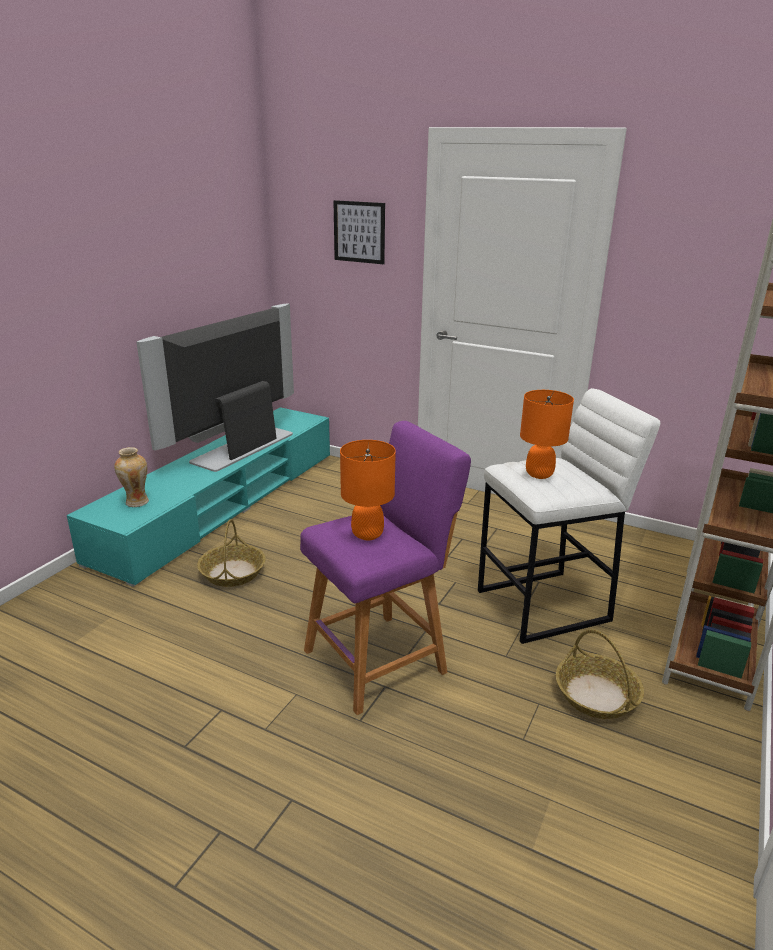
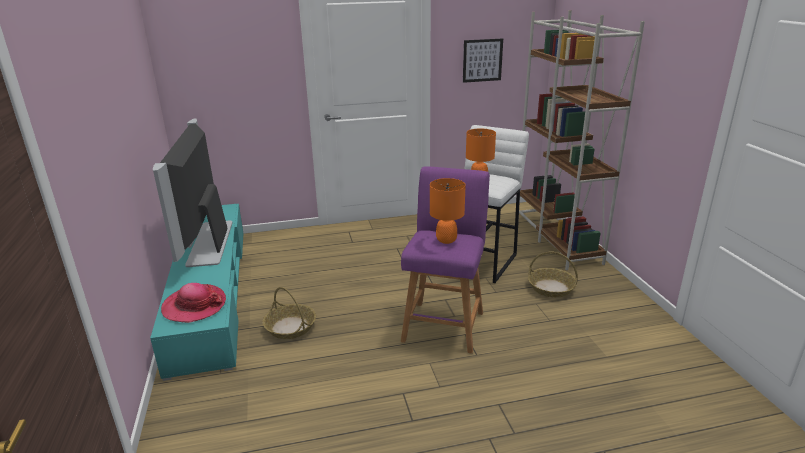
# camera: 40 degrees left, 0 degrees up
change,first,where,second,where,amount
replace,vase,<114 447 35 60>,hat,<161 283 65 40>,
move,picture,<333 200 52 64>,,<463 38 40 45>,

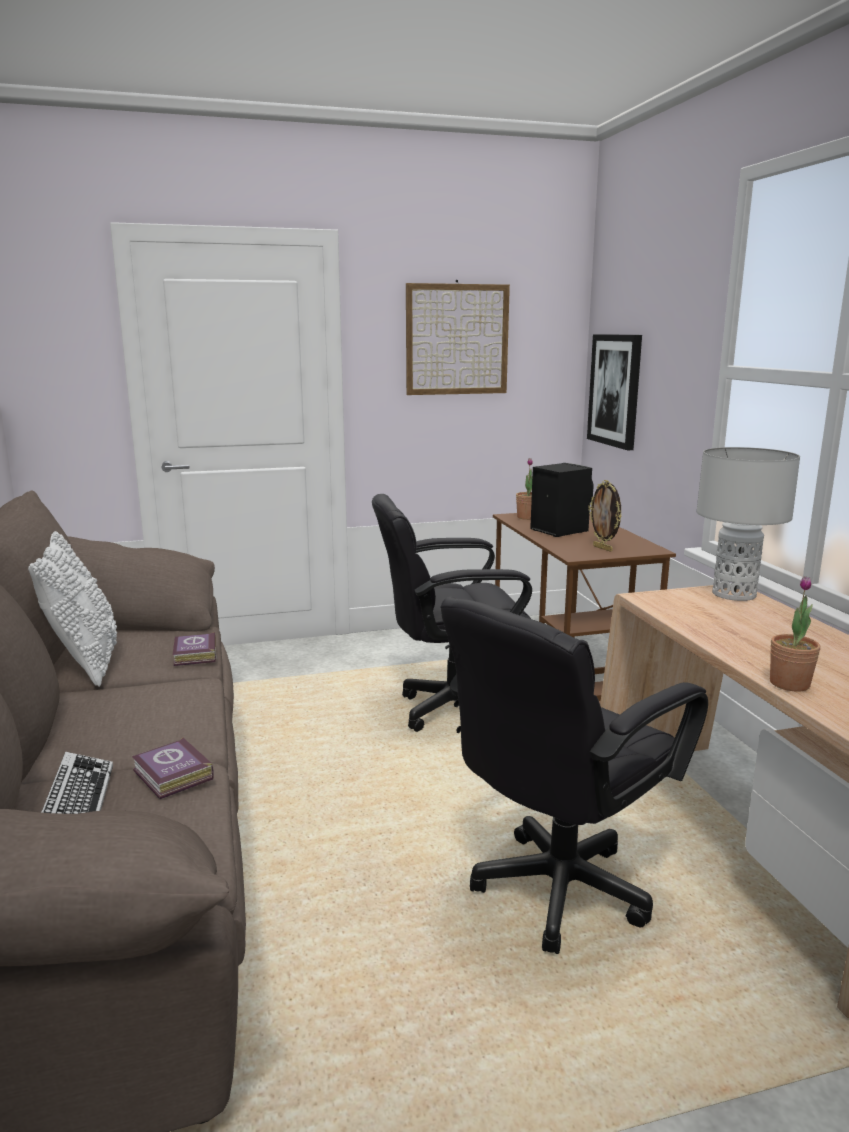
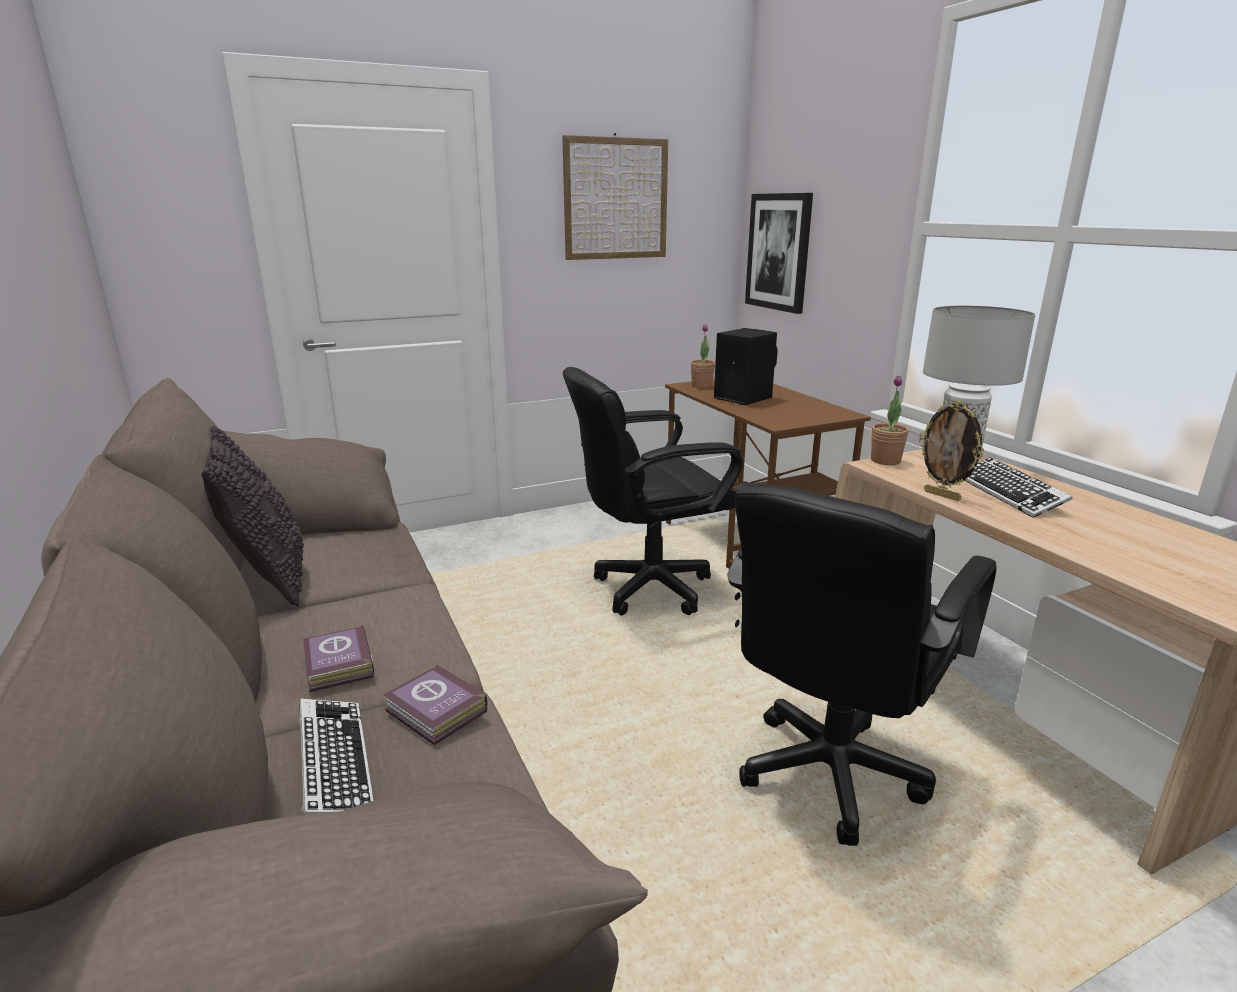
# camera: 10 degrees left, 5 degrees up
change,first,where,second,where,amount
recolor,white pillow,<28 531 89 156>,black pillow,<201 426 103 180>,
move,book,<173 632 43 34>,,<303 624 71 68>,
move,potted plant,<770 576 50 116>,,<871 376 37 89>,
move,picture frame,<588 480 34 72>,,<919 400 65 101>,
insert,,,keyboard,<964 457 109 61>,

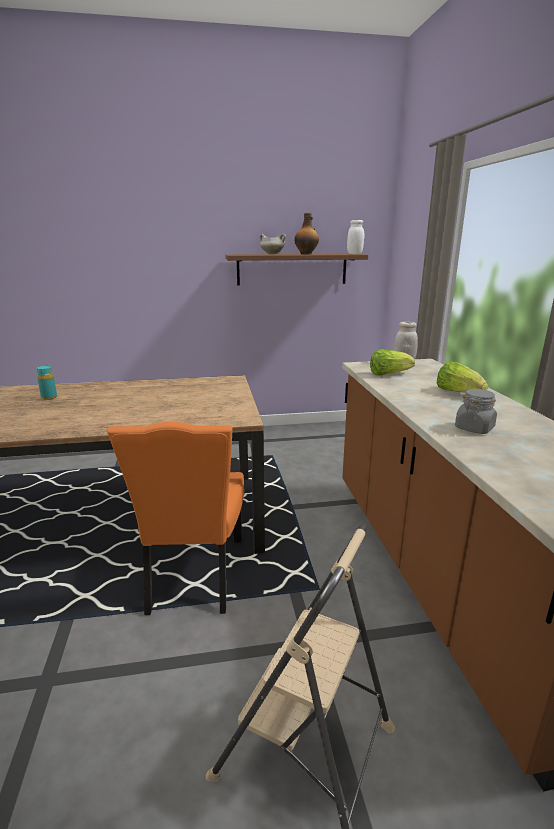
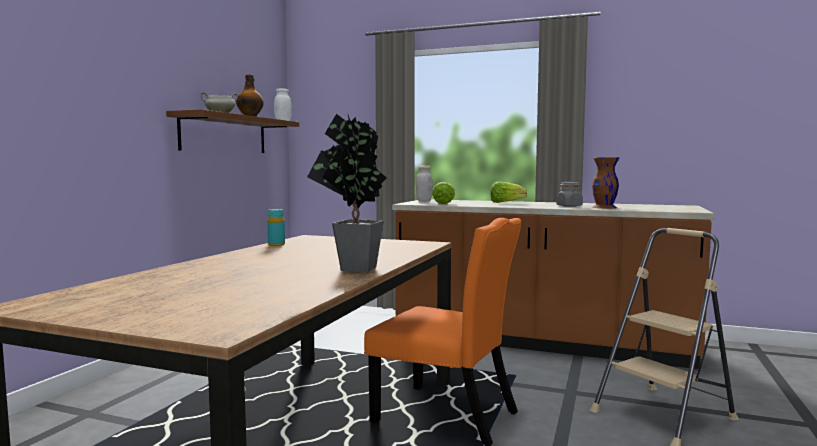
# camera: 60 degrees left, 15 degrees down
change,first,where,second,where,amount
move,turquoise bottle,<37 366 20 34>,,<268 209 17 37>,
insert,,,potted plant,<307 114 79 158>,
insert,,,brown vase,<592 157 27 52>,

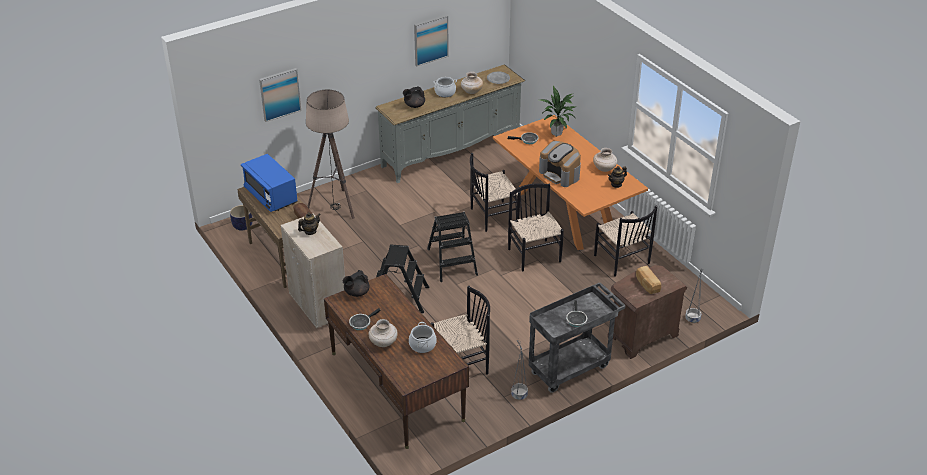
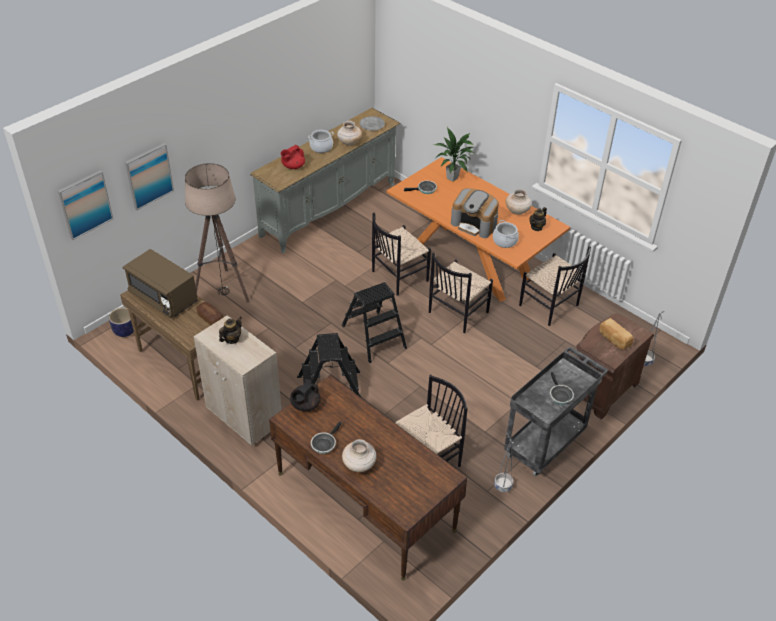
# camera: 15 degrees left, 5 degrees up
change,first,where,second,where,amount
move,picture,<414 15 35 51>,,<58 170 55 70>,
recolor,blue microwave,<241 154 57 58>,brown microwave,<123 249 75 70>,
recolor,black teapot,<403 86 22 22>,red teapot,<281 145 24 24>,
rotate,black chair,<508 183 56 88>,,<429 253 64 80>,105 degrees counterclockwise
move,cooking pot,<409 322 28 31>,,<493 220 26 28>,

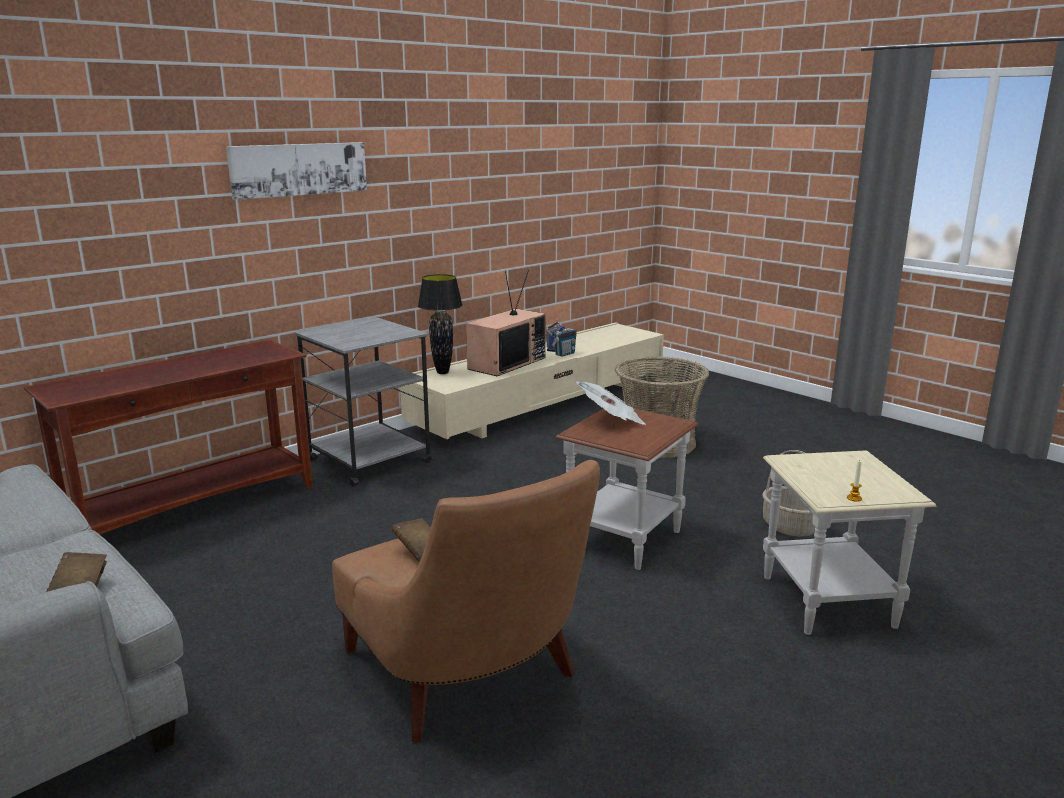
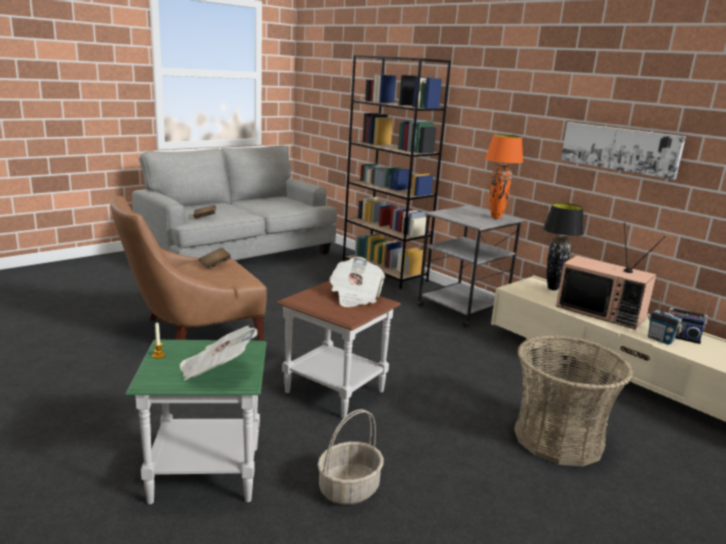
# camera: 90 degrees right, 0 degrees up
change,first,where,second,where,amount
recolor,beige side table,<763 450 173 185>,green side table,<125 340 142 164>,
insert,,,newspaper,<180 326 78 55>,
replace,brown console table,<24 340 289 194>,beige bookcase,<343 55 108 234>,
insert,,,orange table lamp,<485 134 38 85>,
move,picture,<226 142 141 58>,,<561 122 125 58>,

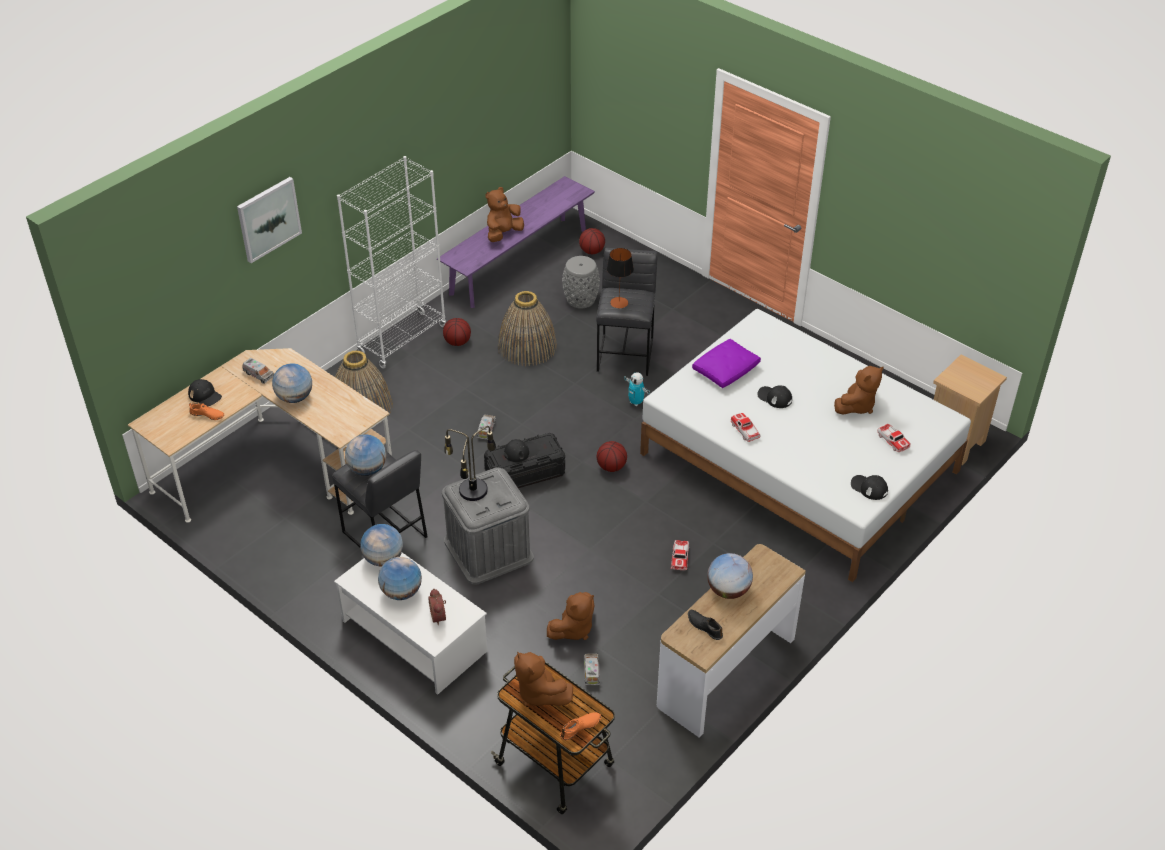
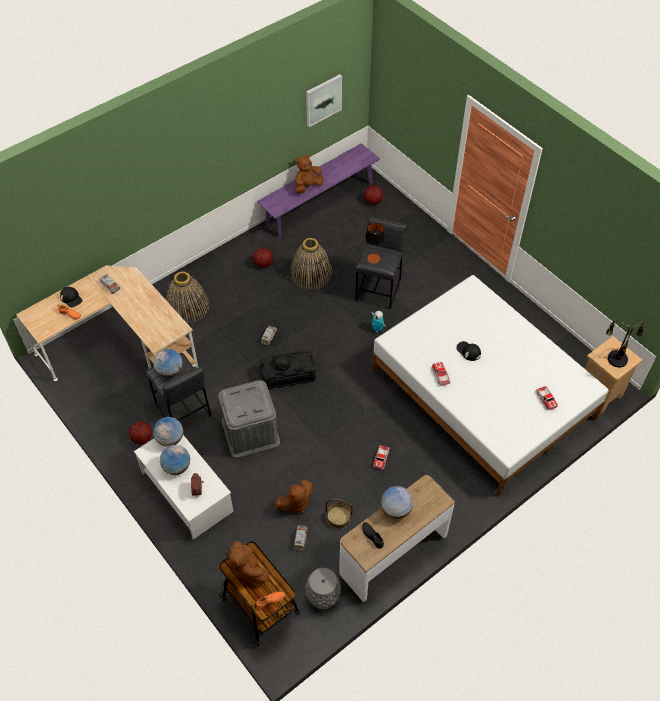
# camera: 10 degrees right, 10 degrees up
change,first,where,second,where,amount
move,basketball,<597 441 30 31>,,<129 422 23 22>,
move,picture,<237 177 65 86>,,<306 74 36 53>,
move,grey stool,<562 256 38 52>,,<306 568 35 41>,
insert,,,basket,<325 499 28 30>,
move,table lamp,<444 426 52 75>,,<606 320 39 47>,
delete,globe,<272 363 40 40>,,,
delete,white bookcase,<337 156 109 212>,,,
delete,purple pillow,<692 339 69 49>,,,
delete,brown plush toy,<834 366 50 49>,,,
delete,black cap,<851 475 37 25>,,,

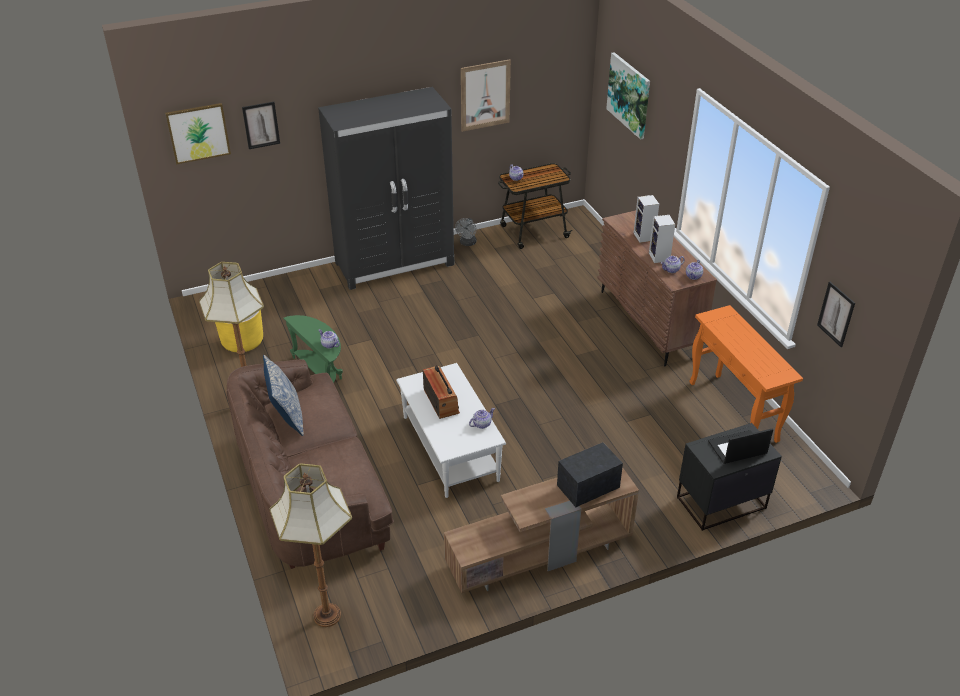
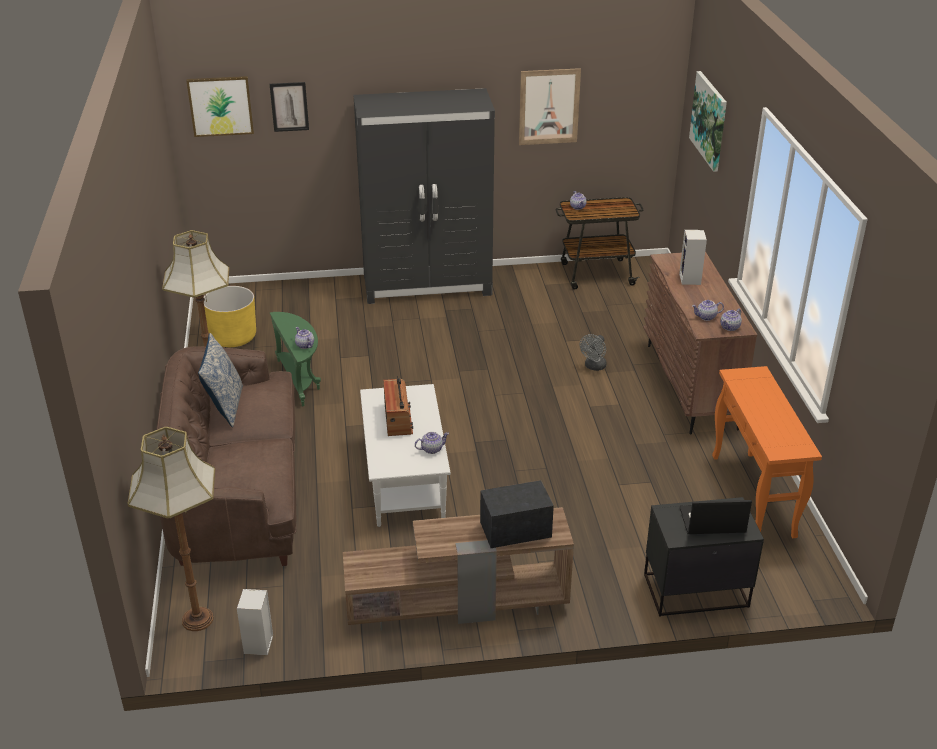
# camera: 15 degrees right, 5 degrees down
change,first,where,second,where,amount
move,speaker,<649 215 26 48>,,<237 589 36 66>,
move,grey fan,<455 218 22 28>,,<580 334 27 37>,
delete,picture,<817 282 38 65>,,,

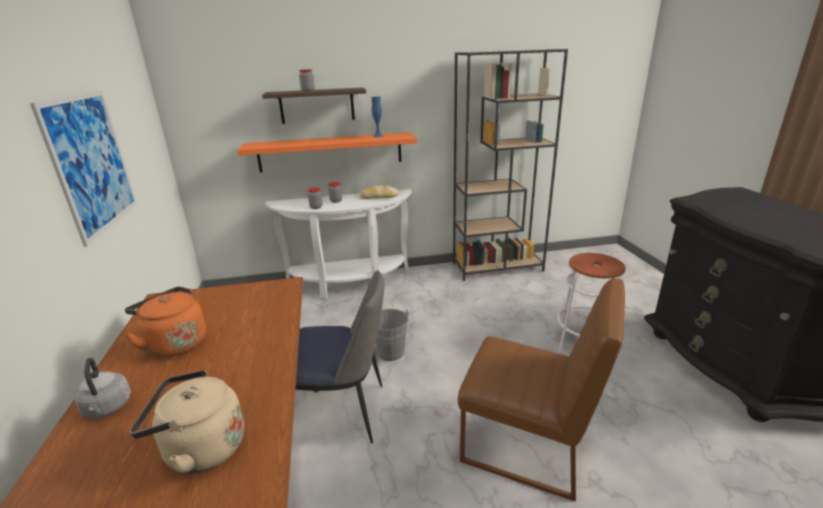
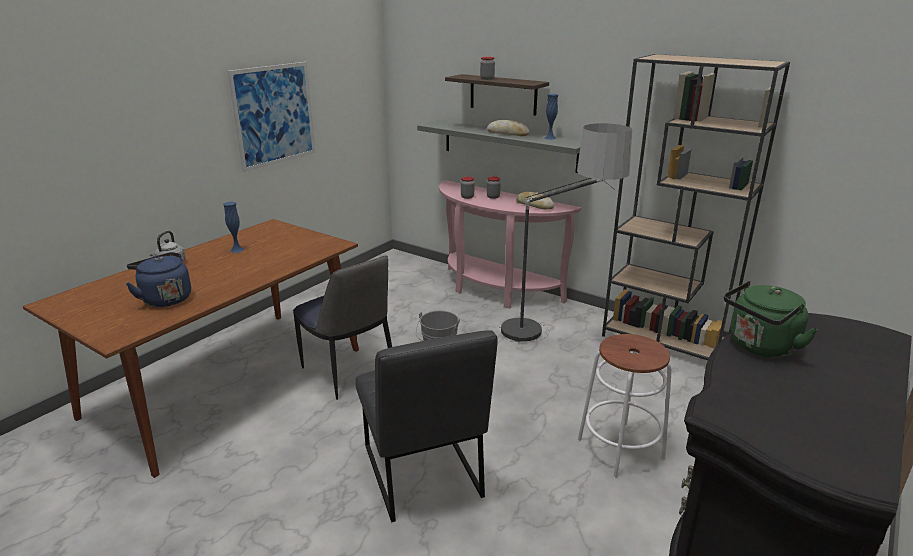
# camera: 45 degrees right, 0 degrees up
change,first,where,second,where,amount
recolor,beige kettle,<130 370 114 104>,blue kettle,<126 252 65 55>,
replace,orange kettle,<125 287 81 70>,blue vase,<223 202 21 51>,
recolor,brown chair,<458 278 167 223>,grey chair,<355 330 143 192>,
recolor,orange shelf,<237 132 180 40>,grey shelf,<417 120 164 53>,
recolor,white console table,<265 189 147 110>,pink console table,<439 180 142 128>,
insert,,,bread,<487 120 42 16>,
insert,,,floor lamp,<499 123 133 219>,
insert,,,green kettle,<724 281 94 77>,

